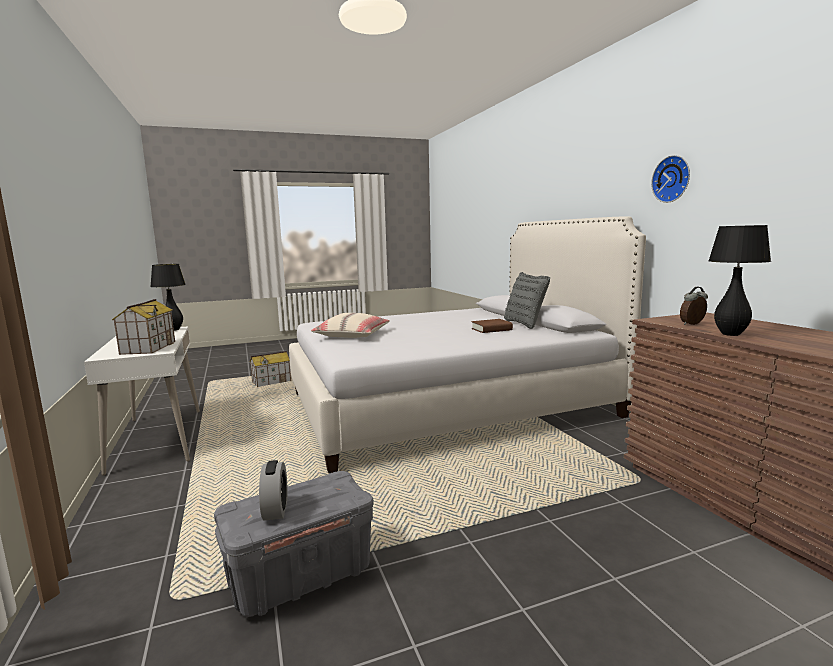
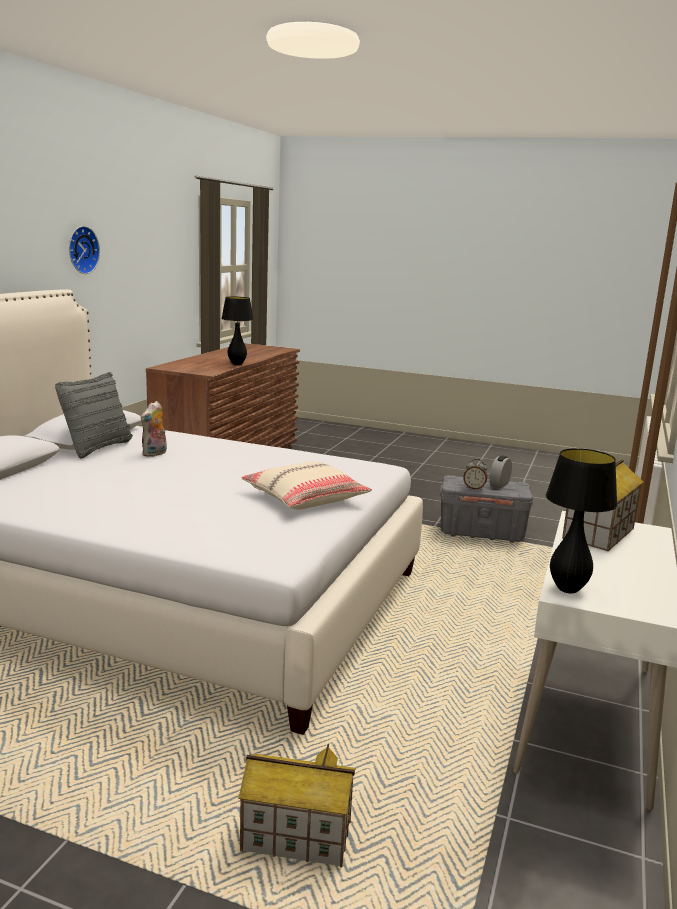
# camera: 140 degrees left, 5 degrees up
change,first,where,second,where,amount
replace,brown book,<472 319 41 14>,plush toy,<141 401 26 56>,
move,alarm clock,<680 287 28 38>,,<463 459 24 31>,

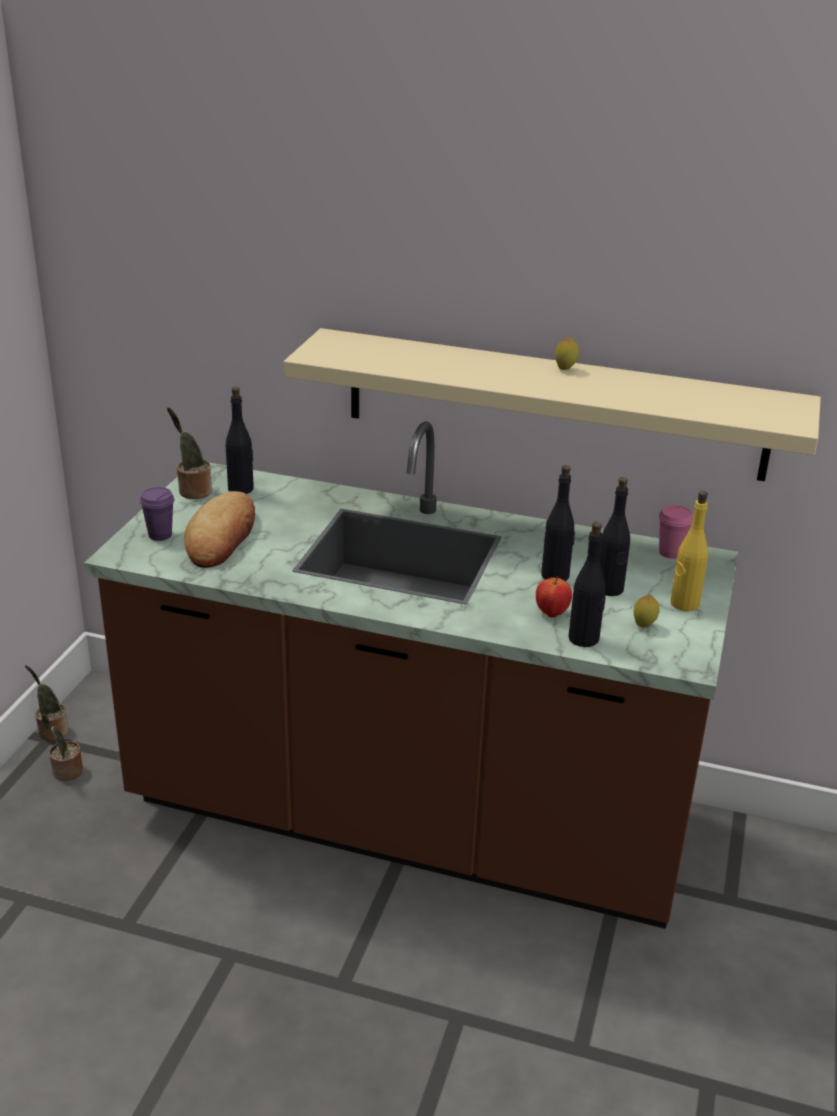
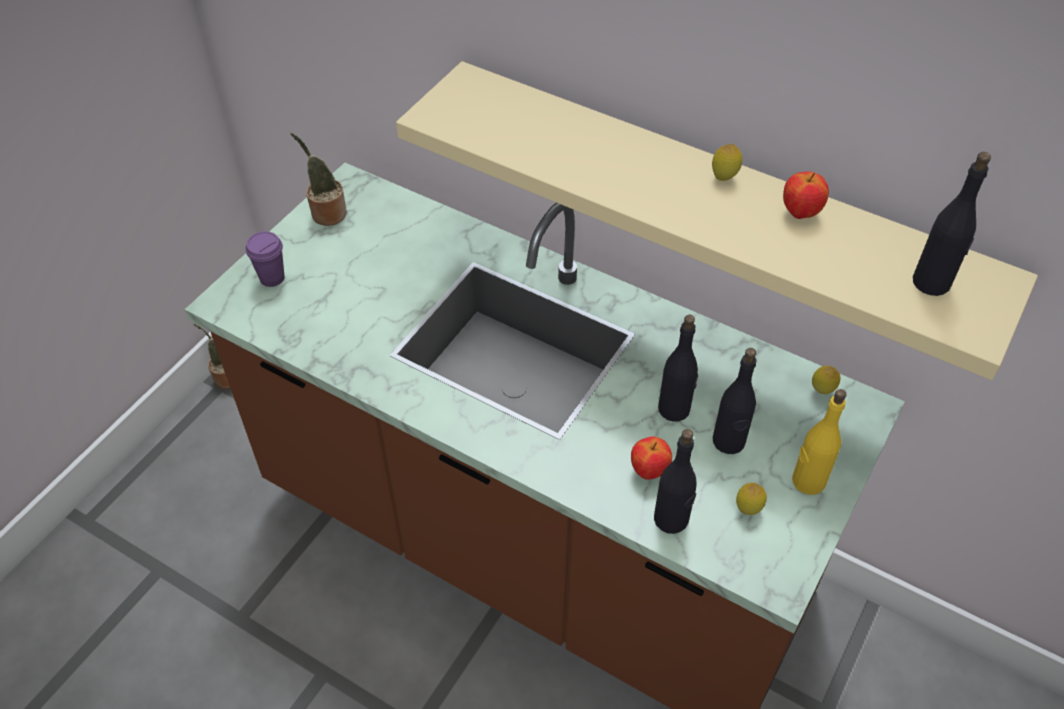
# camera: 15 degrees right, 20 degrees up
change,first,where,second,where,amount
insert,,,apple,<783 171 46 48>,
replace,pink cup,<659 505 34 54>,lemon,<812 365 28 29>,
move,black bottle,<226 387 28 107>,,<913 152 78 144>,
delete,potted plant,<41 714 42 67>,,,
delete,bread,<184 491 71 77>,,,

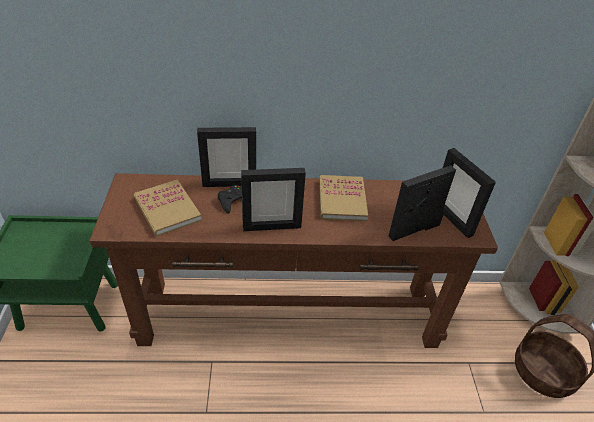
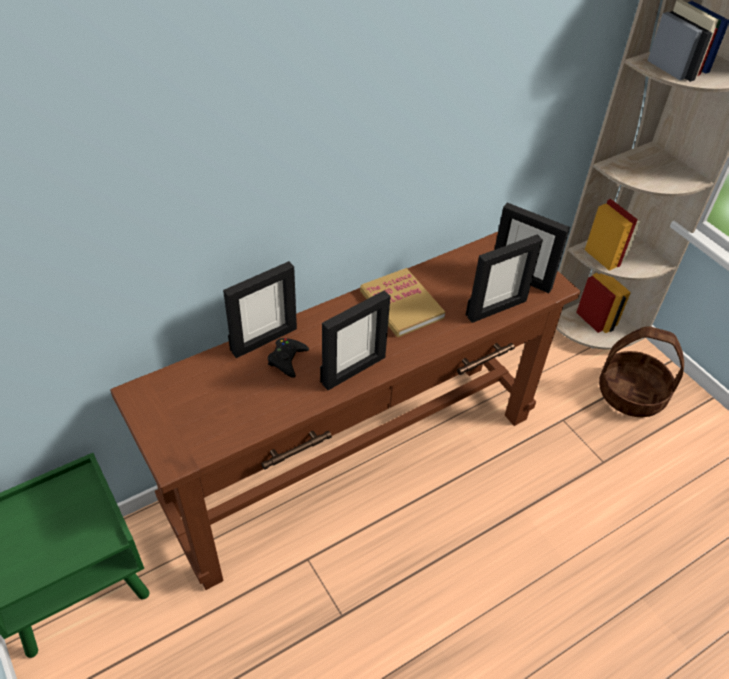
# camera: 30 degrees left, 5 degrees up
change,first,where,second,where,amount
rotate,picture frame,<388 165 68 76>,,<466 235 77 88>,150 degrees counterclockwise
delete,book,<134 179 68 57>,,,

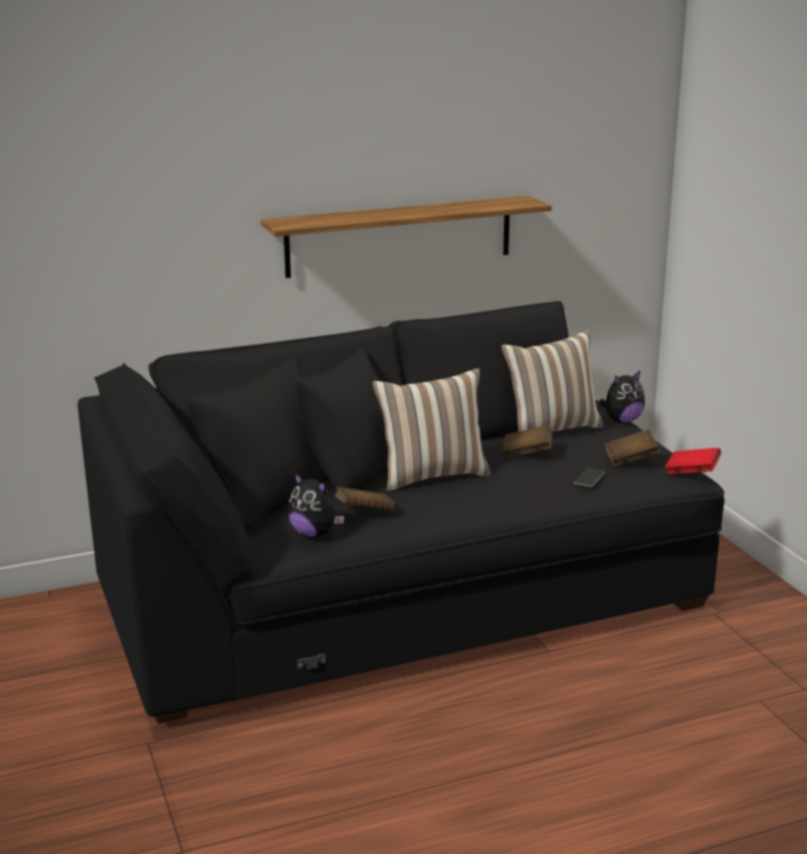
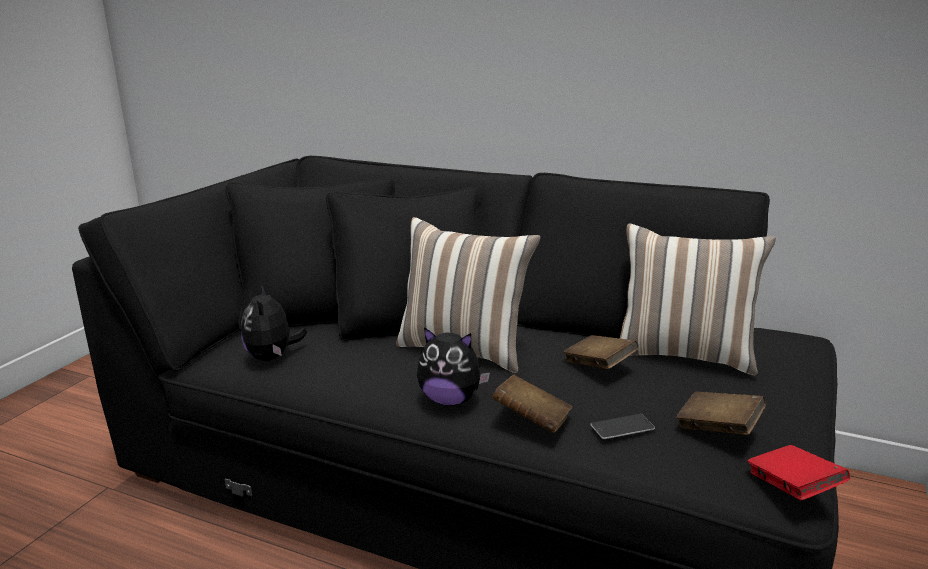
# camera: 45 degrees right, 0 degrees up
change,first,where,second,where,amount
move,plush toy,<599 371 46 52>,,<417 327 73 79>,
move,brown book,<335 487 60 24>,,<492 375 80 58>,
delete,shelf,<261 196 291 82>,,,

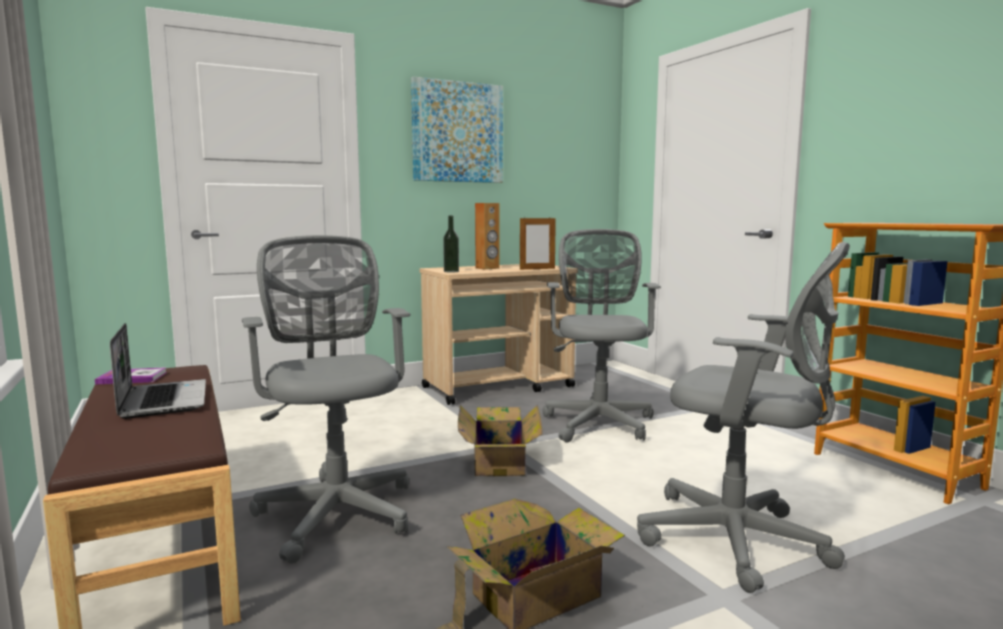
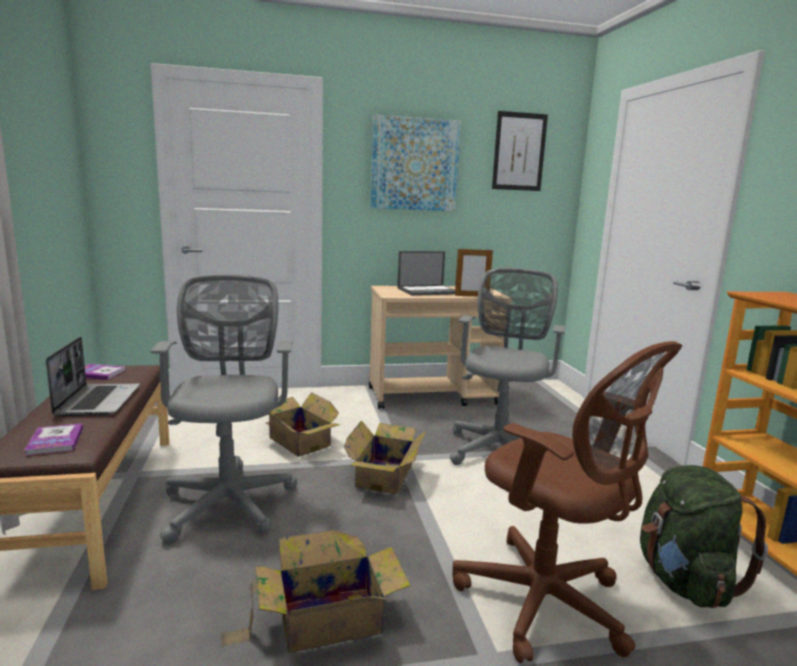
# camera: 15 degrees right, 5 degrees up
change,first,where,second,where,amount
insert,,,book,<25 423 58 33>,
insert,,,cardboard box,<266 392 74 65>,
replace,brown speaker,<475 203 25 67>,laptop,<397 251 58 45>,
recolor,grey office chair,<637 242 213 351>,brown office chair,<452 341 230 322>,
insert,,,picture,<492 111 56 80>,
insert,,,green backpack,<640 465 128 143>,
delete,bottle,<443 216 16 56>,,,

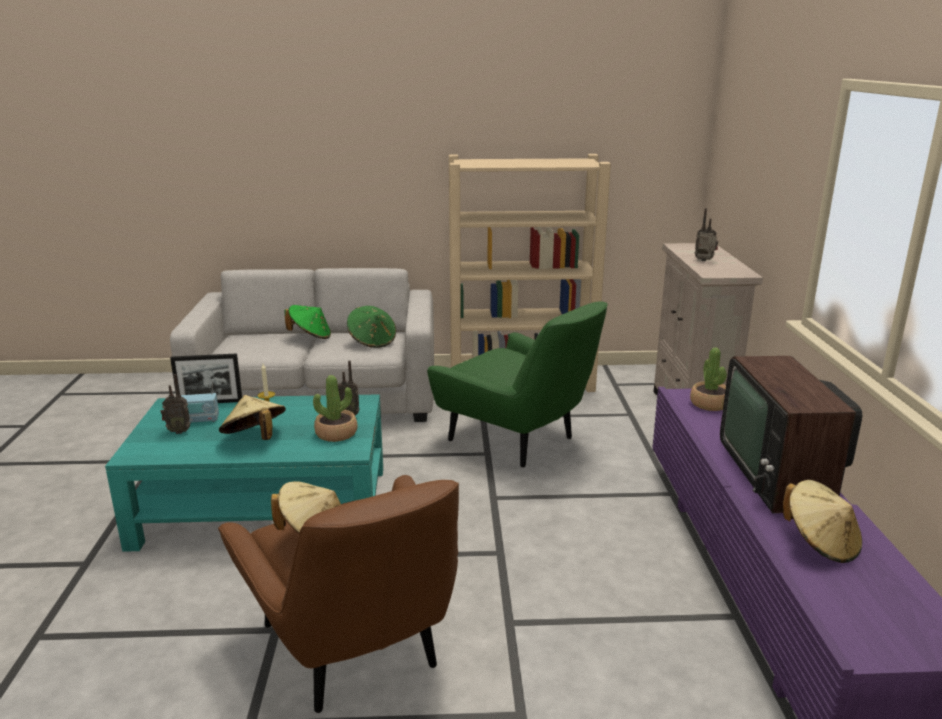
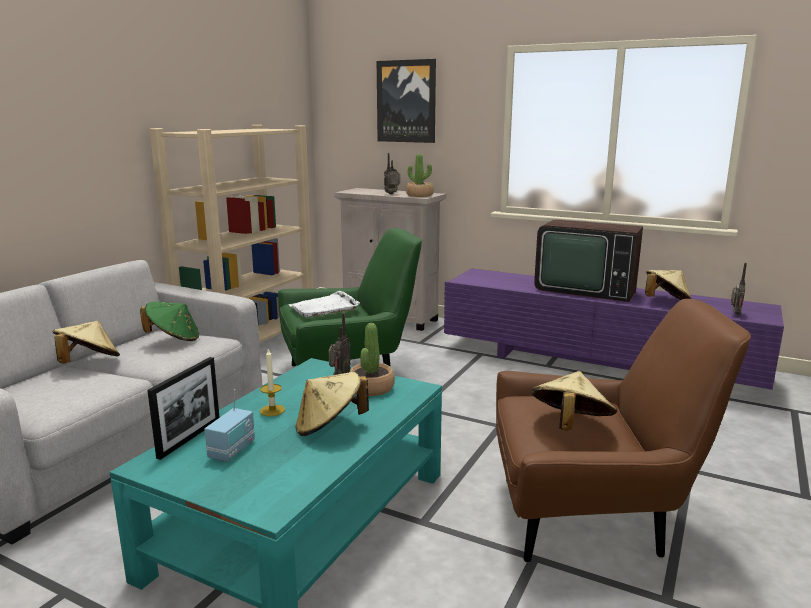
# camera: 60 degrees left, 5 degrees down
change,first,where,second,where,amount
recolor,green hat,<284 305 47 34>,beige hat,<53 321 67 43>,
insert,,,white tray,<289 291 71 27>,
insert,,,picture,<377 59 59 84>,
move,potted plant,<690 347 37 64>,,<406 153 28 44>,
move,radio,<161 374 30 60>,,<731 263 16 52>,

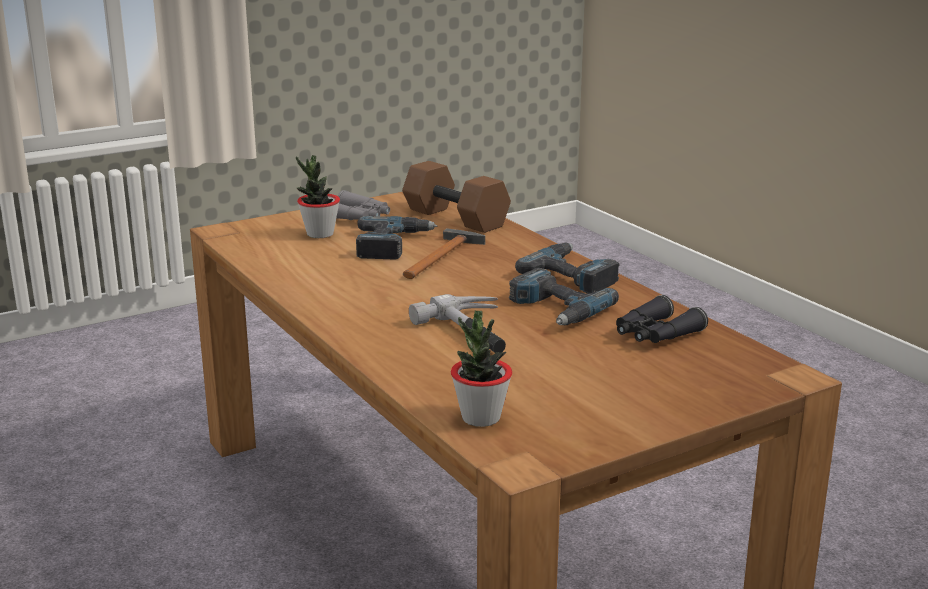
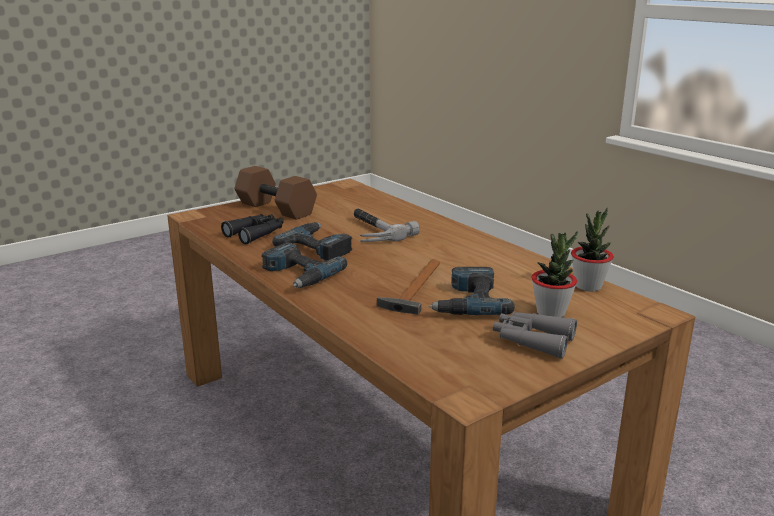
# camera: 175 degrees right, 0 degrees up
change,first,where,second,where,amount
move,brown dumbbell,<402 161 109 72>,,<234 166 83 54>,
move,potted plant,<451 311 61 116>,,<571 208 43 84>,

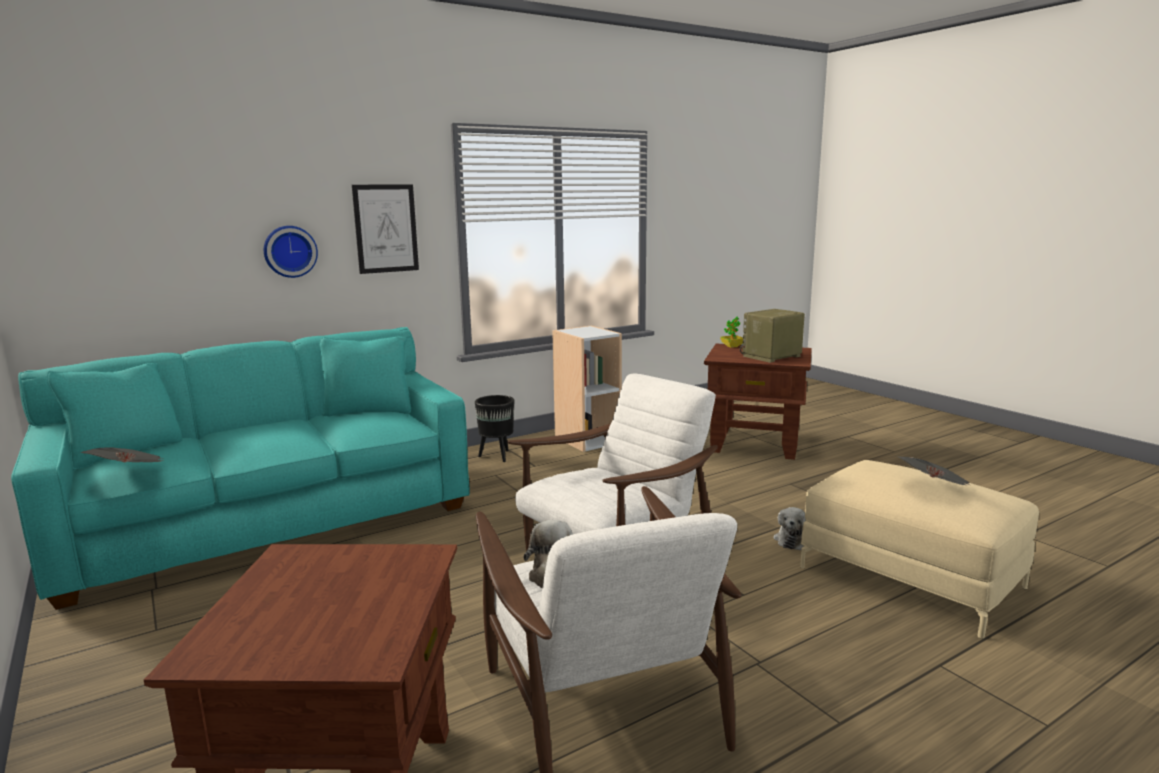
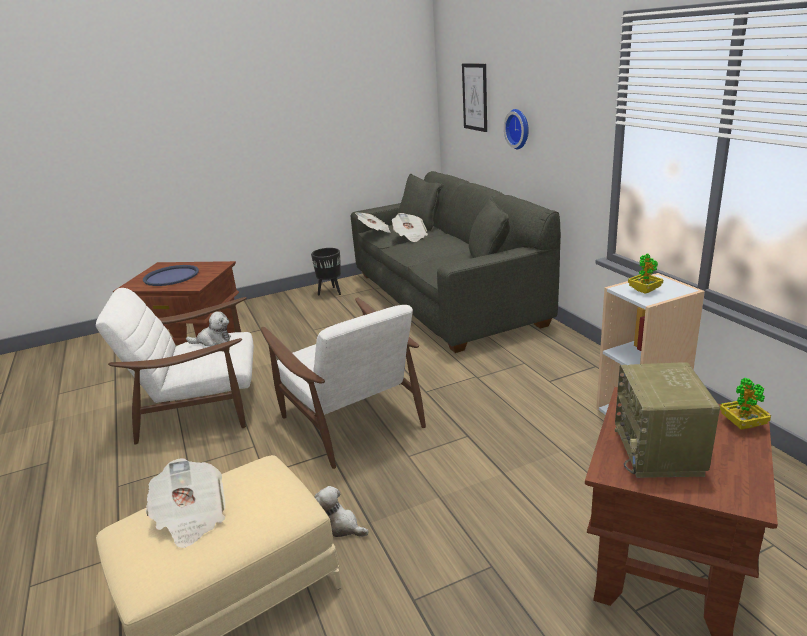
# camera: 100 degrees right, 10 degrees up
change,first,where,second,where,amount
insert,,,blue tray,<143 265 56 21>,
move,black planter,<475 395 39 67>,,<311 248 30 47>,
recolor,turquoise sofa,<11 327 459 283>,grey sofa,<351 171 210 182>,
insert,,,newspaper,<392 213 36 29>,
move,picture,<352 184 67 90>,,<462 64 25 68>,
rotate,radio,<740 309 65 54>,,<615 362 105 116>,150 degrees counterclockwise
insert,,,potted plant,<628 254 35 40>,

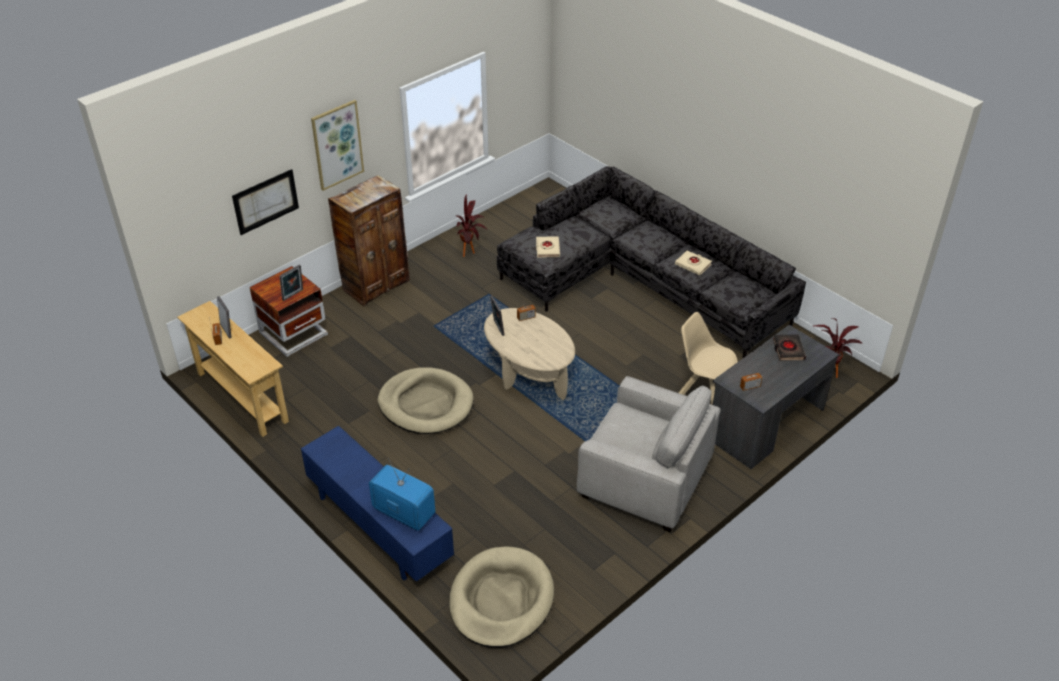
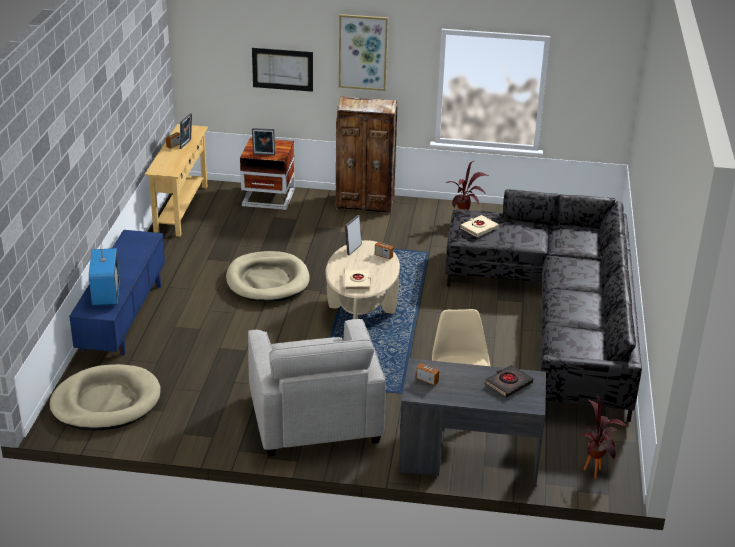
# camera: 50 degrees right, 10 degrees down
change,first,where,second,where,amount
move,beige book,<675 251 37 24>,,<344 269 27 21>,

